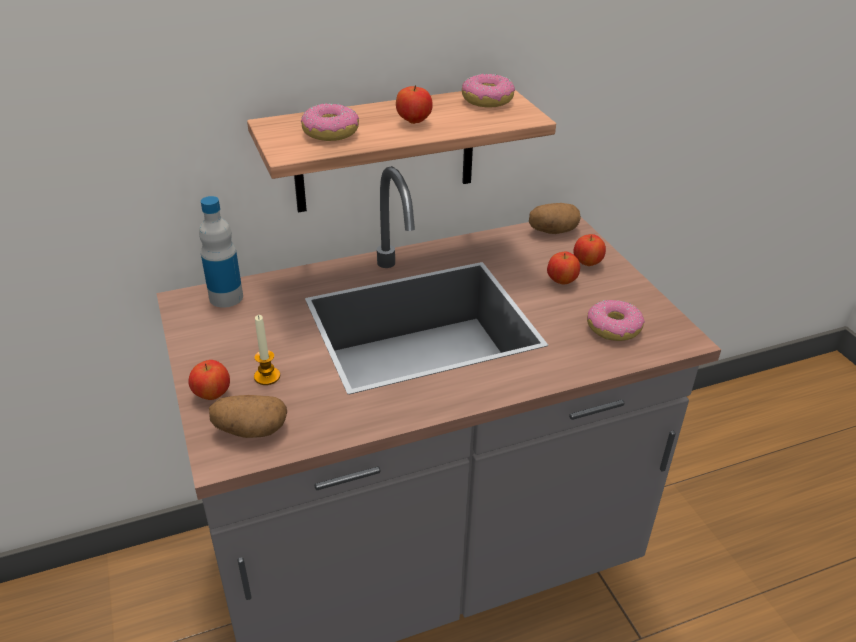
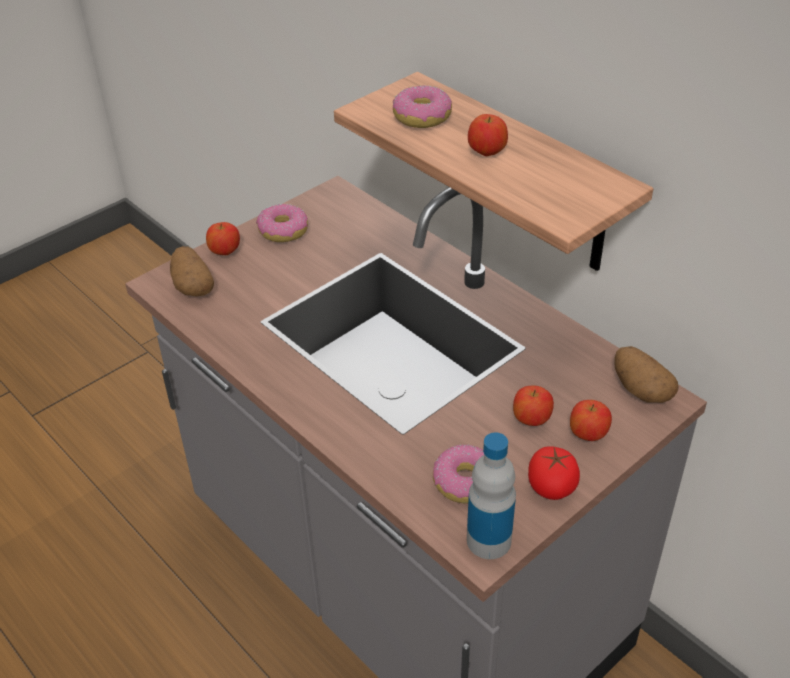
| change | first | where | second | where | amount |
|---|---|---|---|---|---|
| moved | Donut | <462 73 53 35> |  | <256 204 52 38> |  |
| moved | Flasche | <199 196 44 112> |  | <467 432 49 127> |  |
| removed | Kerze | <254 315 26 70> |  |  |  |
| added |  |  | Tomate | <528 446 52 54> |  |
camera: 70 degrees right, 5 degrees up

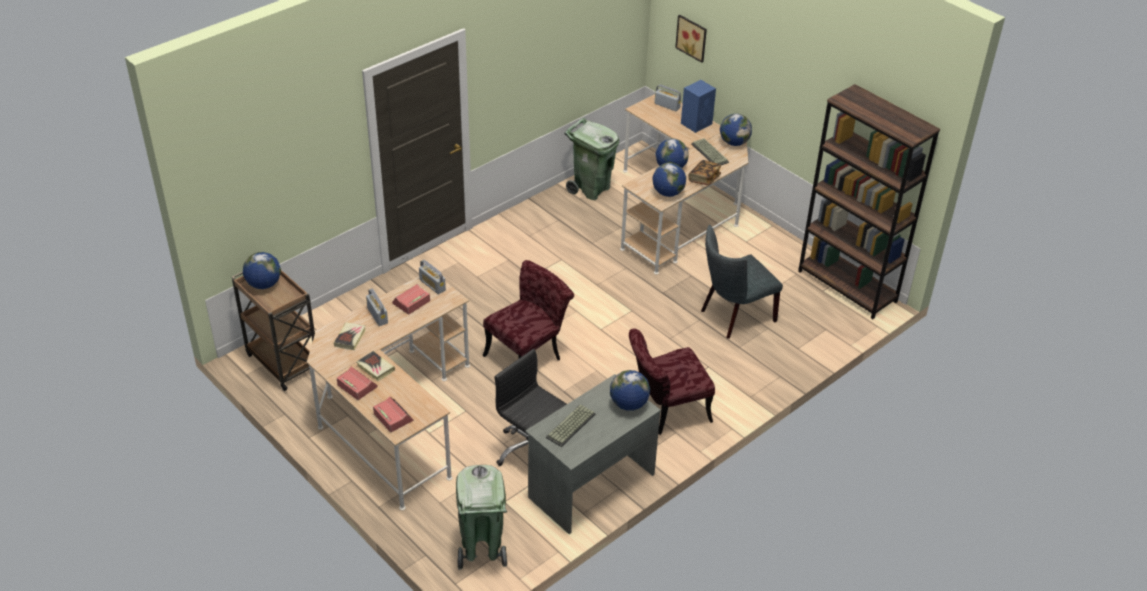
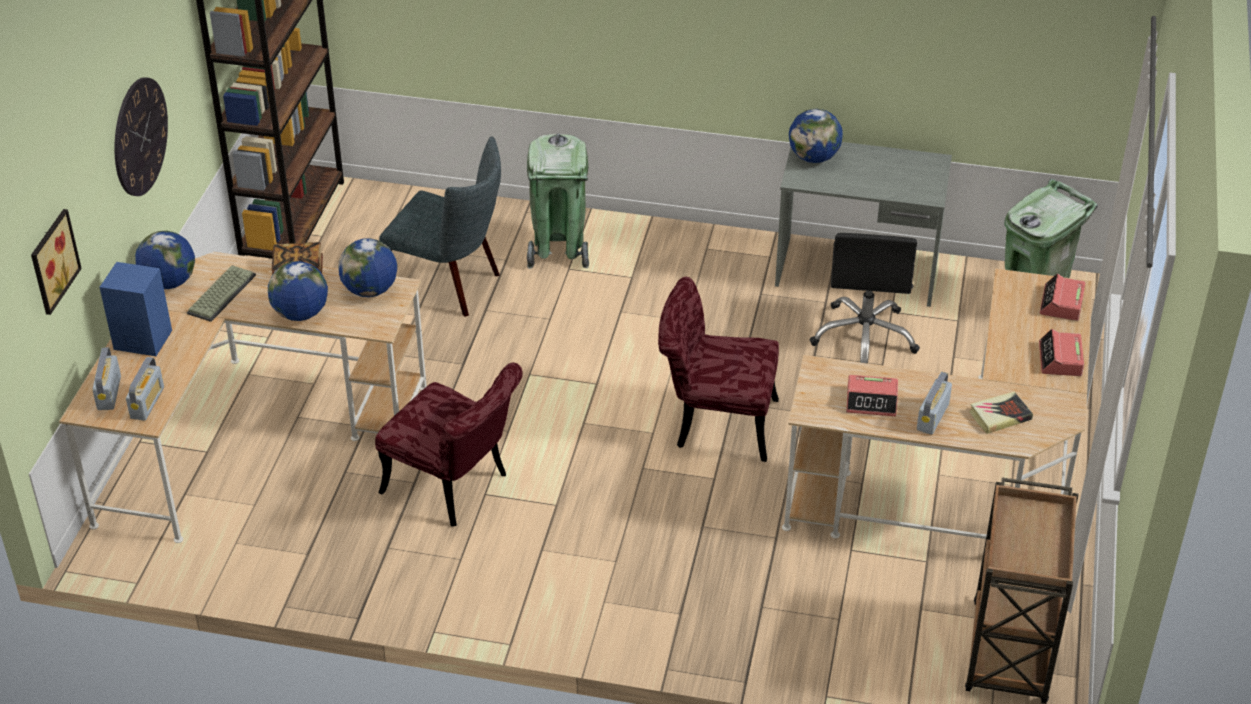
| change | first | where | second | where | amount |
|---|---|---|---|---|---|
| moved | Mülleimer [grün] | <564 118 55 82> |  | <527 133 62 136> |  |
| removed | Globus | <243 252 38 37> |  |  |  |
| moved | Radio | <419 260 27 34> |  | <126 357 38 64> |  |
| moved | Stuhl [rot] | <629 328 86 107> |  | <375 362 148 165> |  |
| removed | Buch | <357 351 38 30> |  |  |  |
| removed | Tastatur | <546 404 50 43> |  |  |  |
| added |  |  | Wanduhr | <114 77 54 119> |  |
camera: 125 degrees left, 0 degrees up

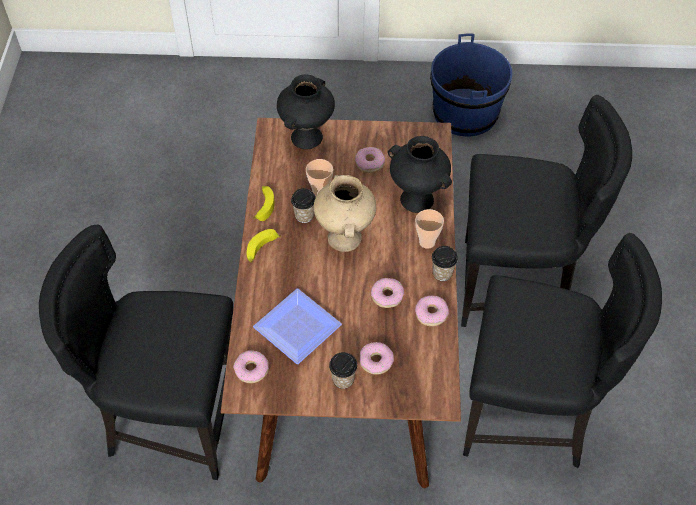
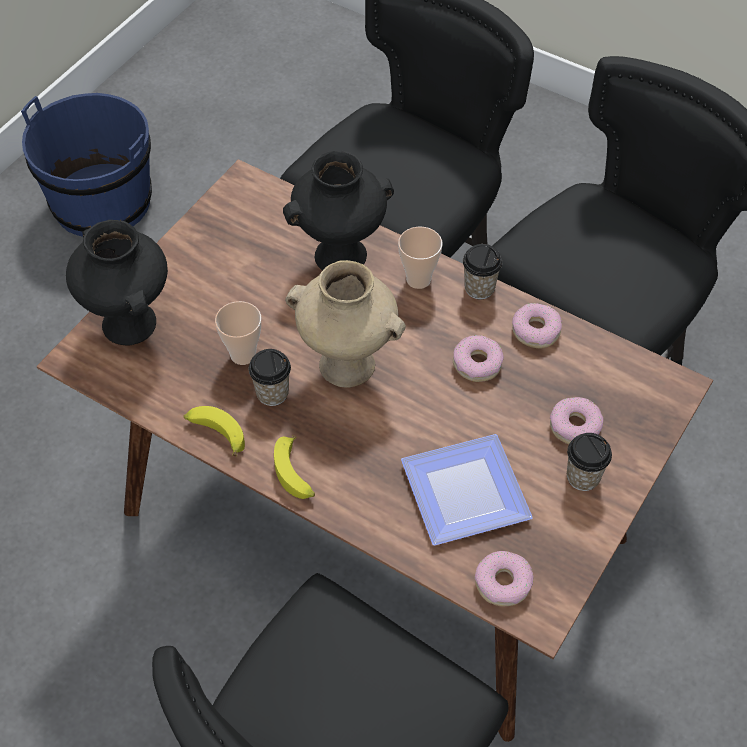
| change | first | where | second | where | amount |
|---|---|---|---|---|---|
| removed | Donut | <355 147 30 26> |  |  |  |
camera: 60 degrees left, 0 degrees up

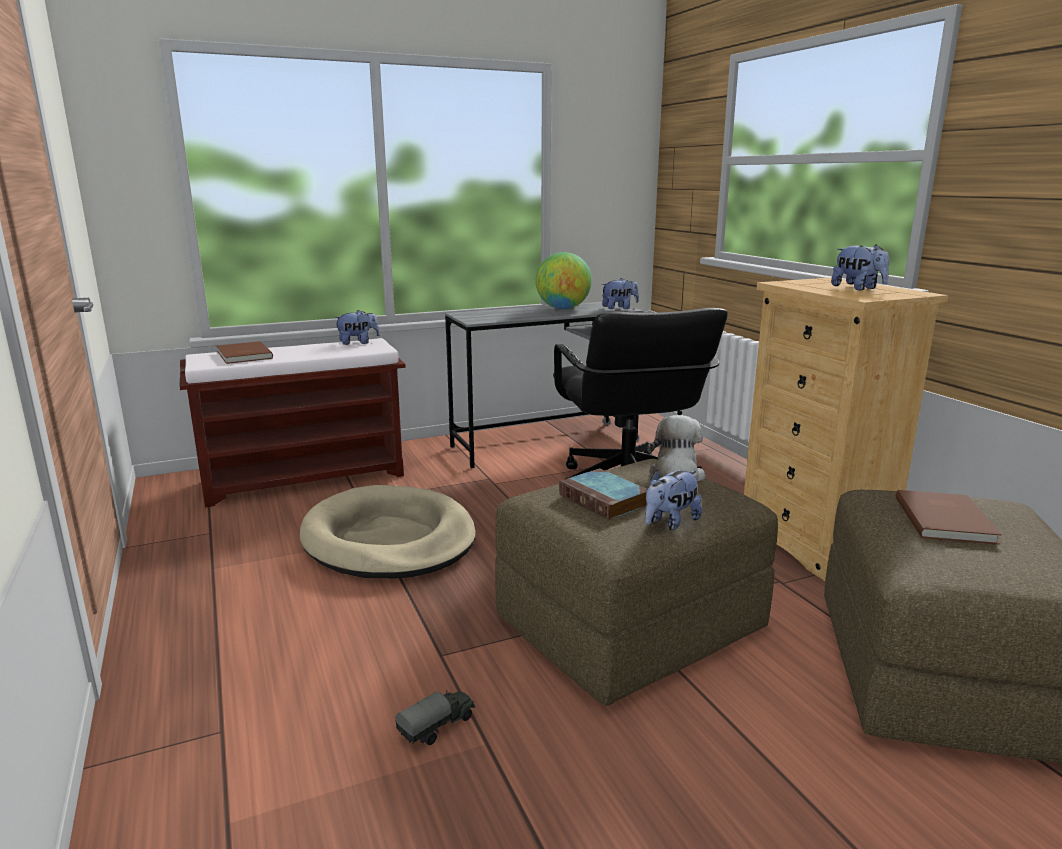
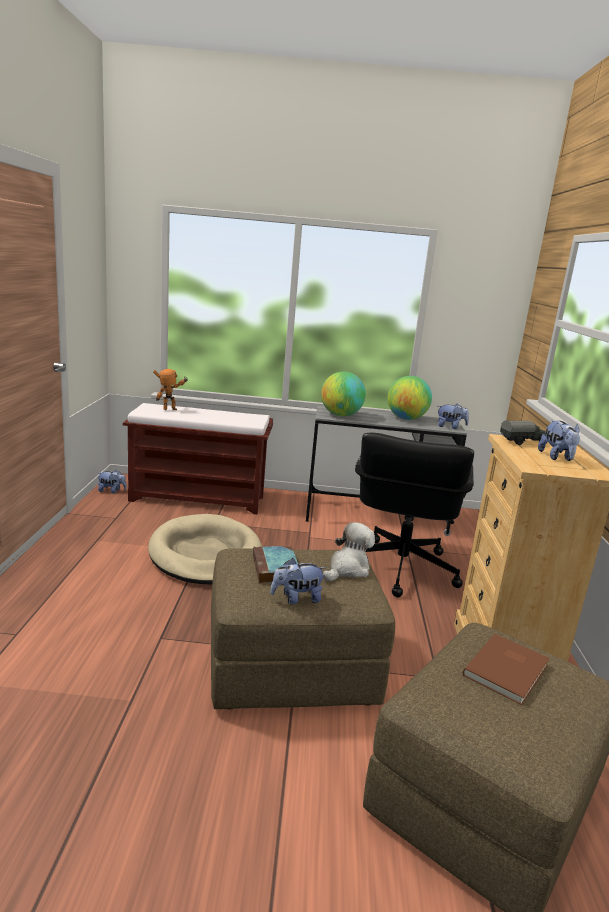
| change | first | where | second | where | amount |
|---|---|---|---|---|---|
| moved | Plüschtier | <334 310 46 35> |  | <98 470 29 24> |  |
| replaced | Buch [braun] | <217 341 56 23> | Spielzeugroboter | <153 369 35 41> |  |
| moved | Spielzeuglaster | <396 690 79 55> |  | <500 421 46 24> |  |
| added |  |  | Globus | <321 372 45 45> |  |
camera: 25 degrees right, 0 degrees up

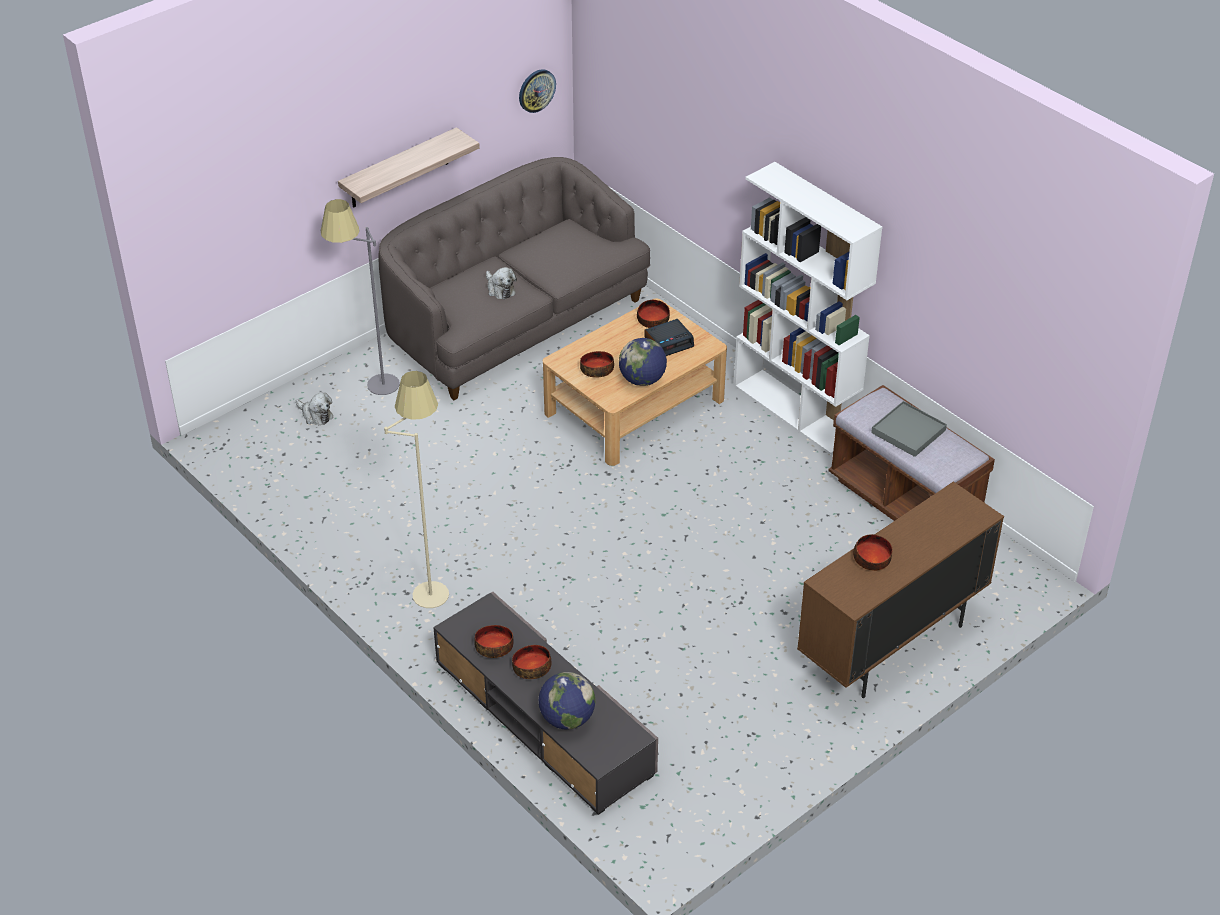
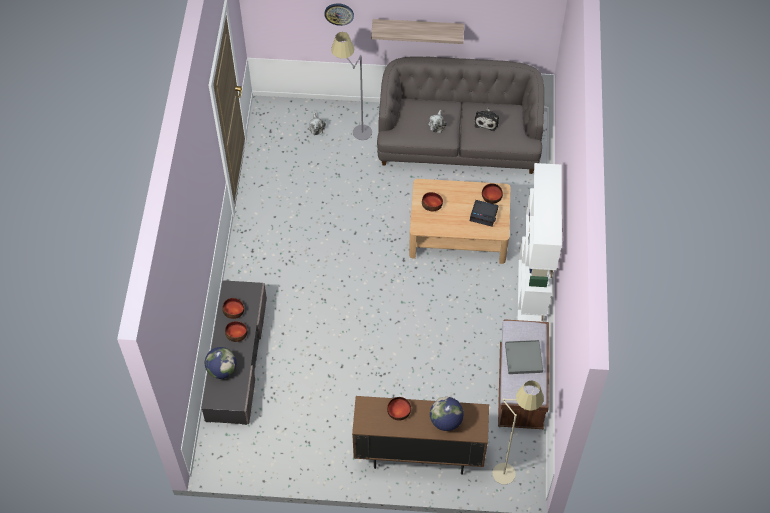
| change | first | where | second | where | amount |
|---|---|---|---|---|---|
| moved | Wanduhr | <519 69 37 44> |  | <324 3 30 23> |  |
| moved | Globus | <619 338 48 48> |  | <430 397 34 34> |  |
| moved | Stehlampe [beige] | <384 371 65 237> |  | <492 380 52 105> |  |
| added |  |  | Plüschtier | <475 108 24 23> |  |
camera: 45 degrees right, 15 degrees up

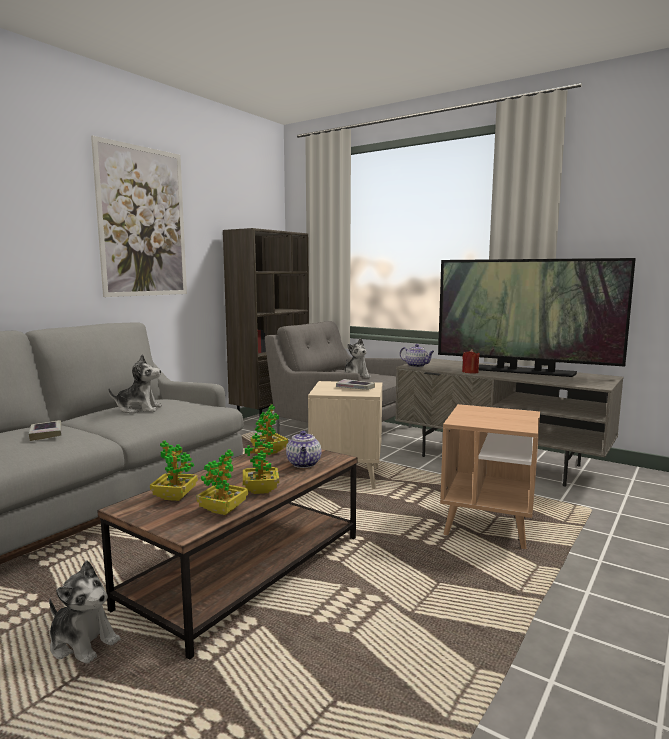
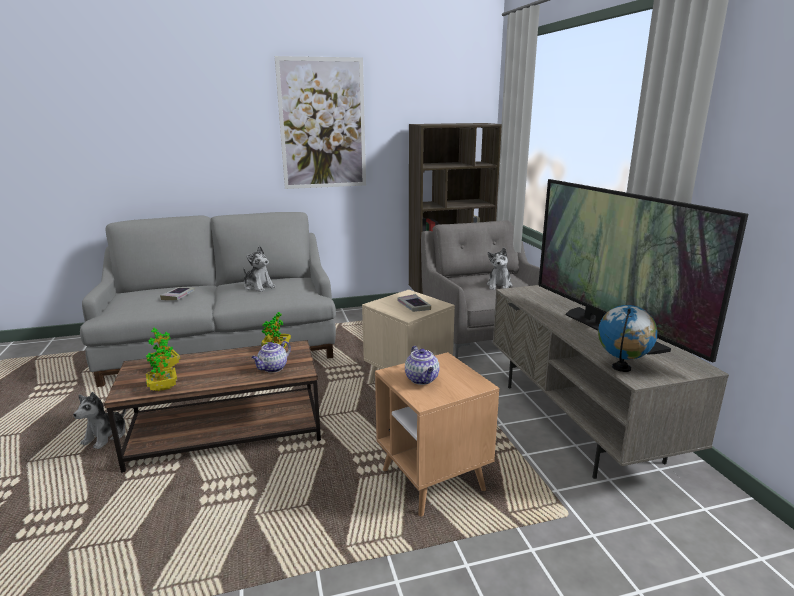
| change | first | where | second | where | amount |
|---|---|---|---|---|---|
| moved | Teekanne | <400 344 35 23> |  | <405 346 35 39> |  |
| removed | Kerze [rot] | <462 349 18 24> |  |  |  |
| removed | Topfpflanze | <243 433 36 61> |  |  |  |
| turned | Plüschtier | <49 560 72 104> |  | <73 392 53 57> | 45 degrees clockwise |
| added |  |  | Globus | <598 305 59 67> |  |
camera: 40 degrees right, 10 degrees up

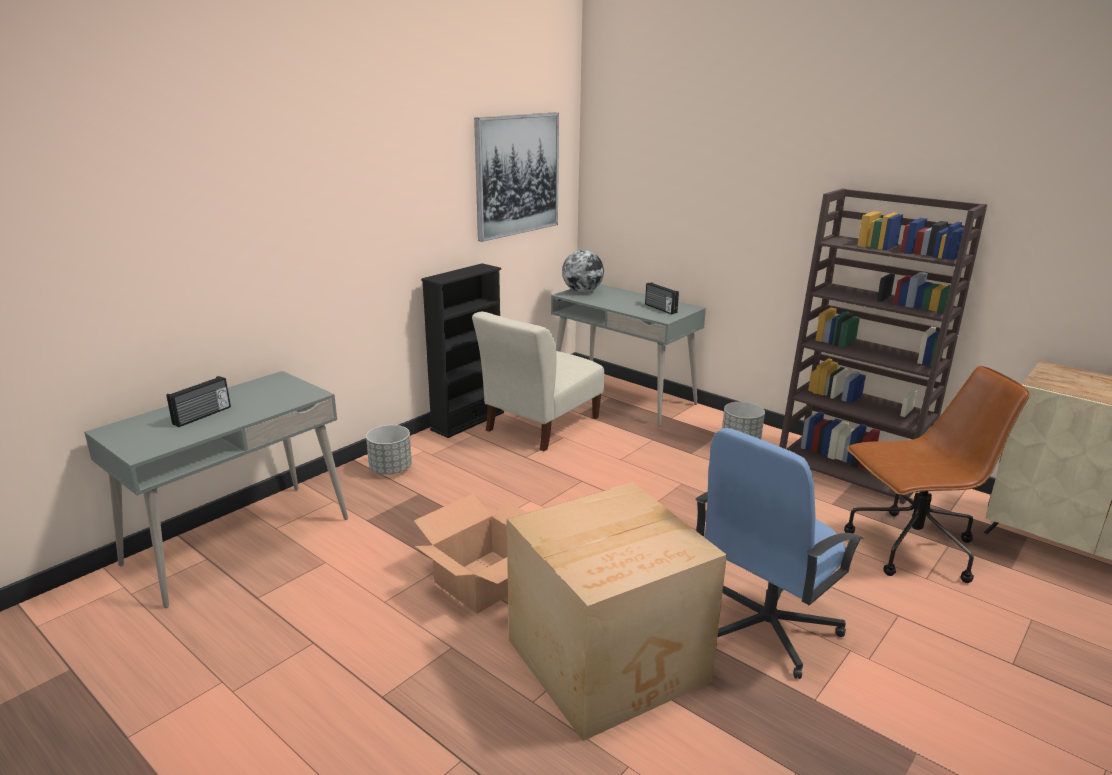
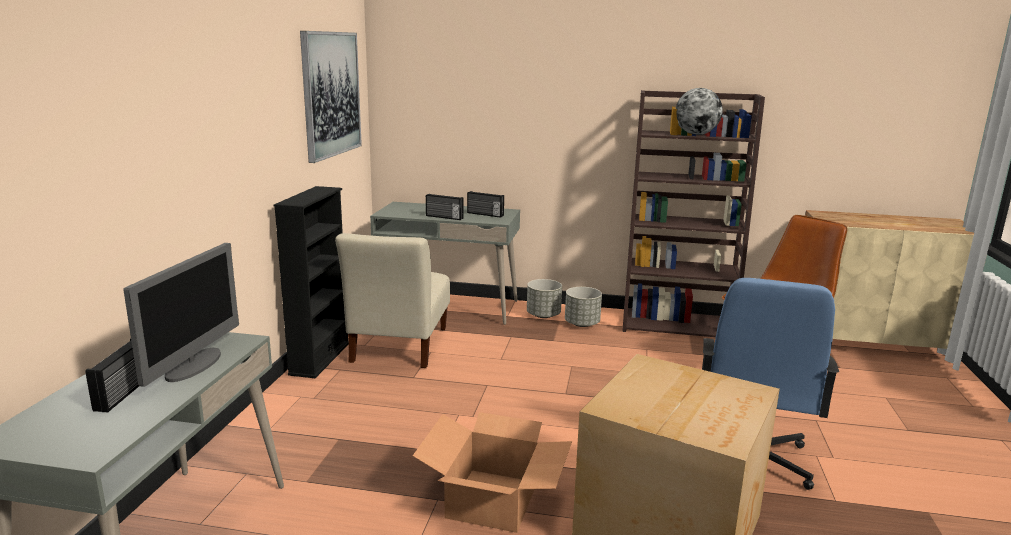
| change | first | where | second | where | amount |
|---|---|---|---|---|---|
| moved | Globus | <562 250 42 43> |  | <676 88 47 47> |  |
| moved | Pflanzkübel [grau] | <366 425 46 50> |  | <527 279 35 39> |  |
| added |  |  | Radio | <426 194 38 26> |  |
| added |  |  | Monitor | <123 243 116 144> |  |
camera: 30 degrees left, 5 degrees down

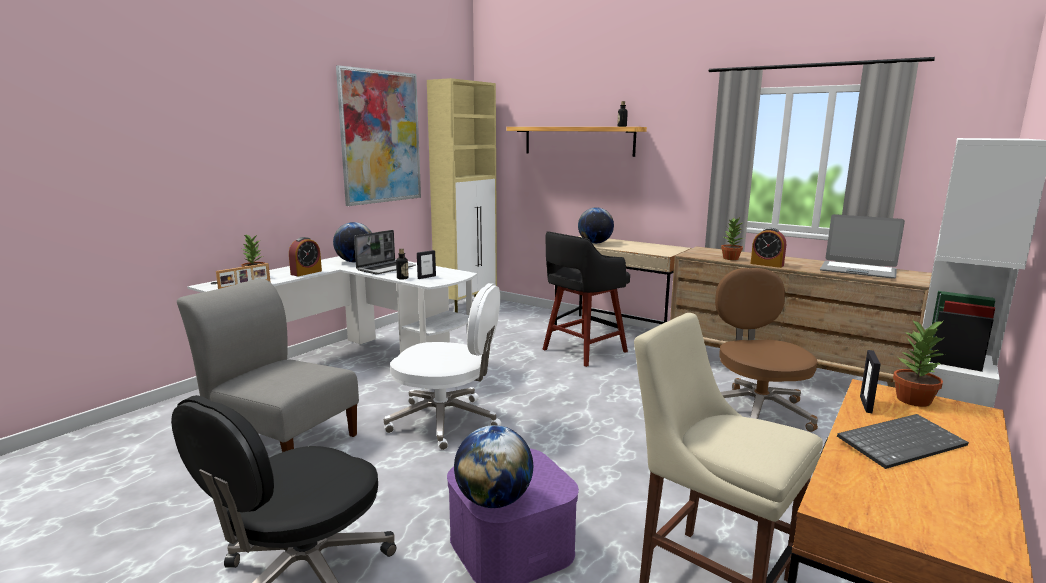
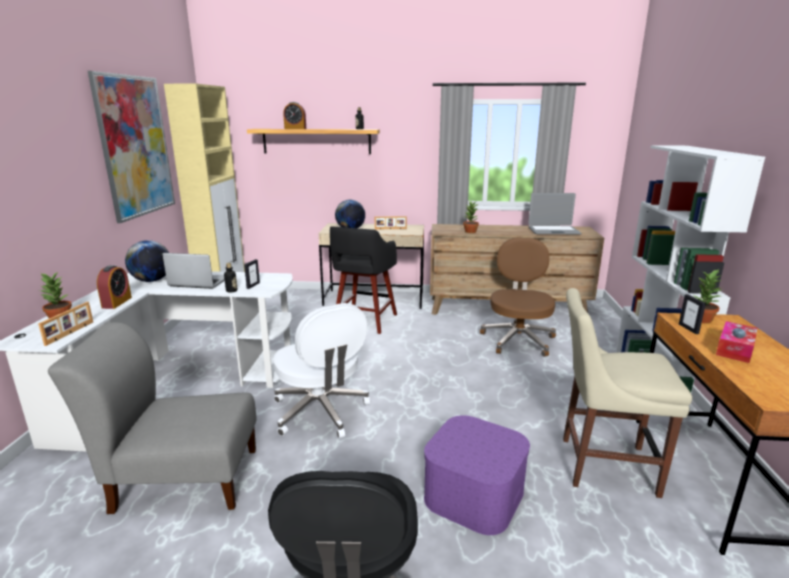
| change | first | where | second | where | amount |
|---|---|---|---|---|---|
| moved | Wecker | <751 228 35 40> |  | <283 102 23 27> |  |
| turned | Laptop | <354 230 62 44> |  | <162 253 63 36> | 90 degrees counterclockwise |
| turned | Bürostuhl [braun] | <715 268 103 164> |  | <480 237 76 120> | 45 degrees clockwise |
| turned | Bürostuhl [weiß] | <384 283 117 167> |  | <273 303 97 135> | 75 degrees clockwise |
| replaced | Tastatur | <837 414 132 55> | Taschentuchbox | <716 321 42 42> |  |
| removed | Globus | <454 425 79 83> |  |  |  |
| added |  |  | Bilderrahmen | <375 216 32 13> |  |
camera: 30 degrees left, 5 degrees up

